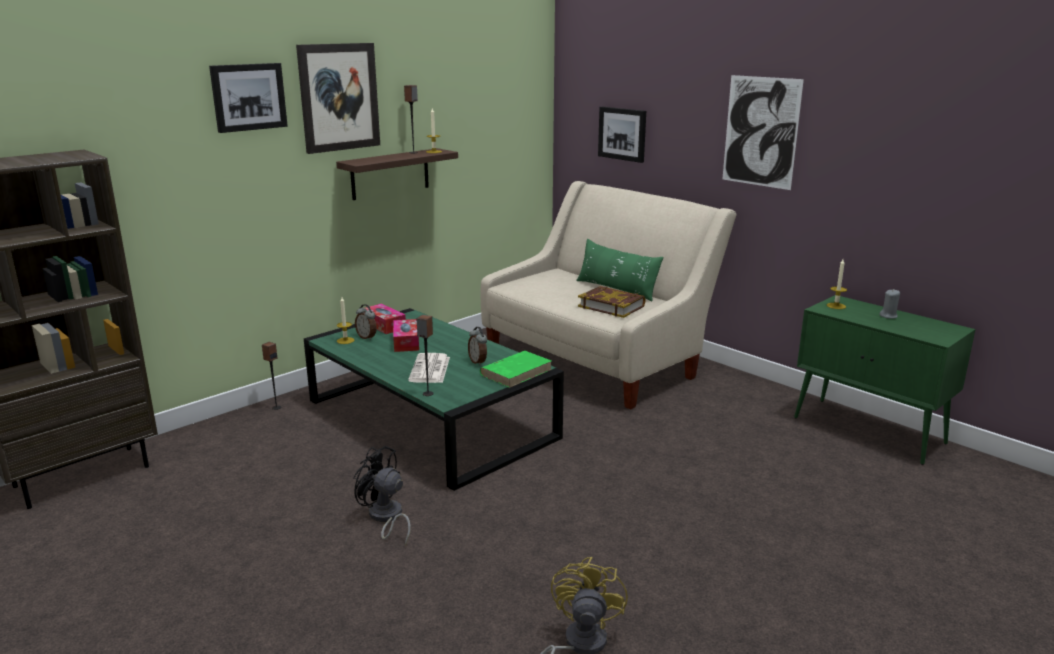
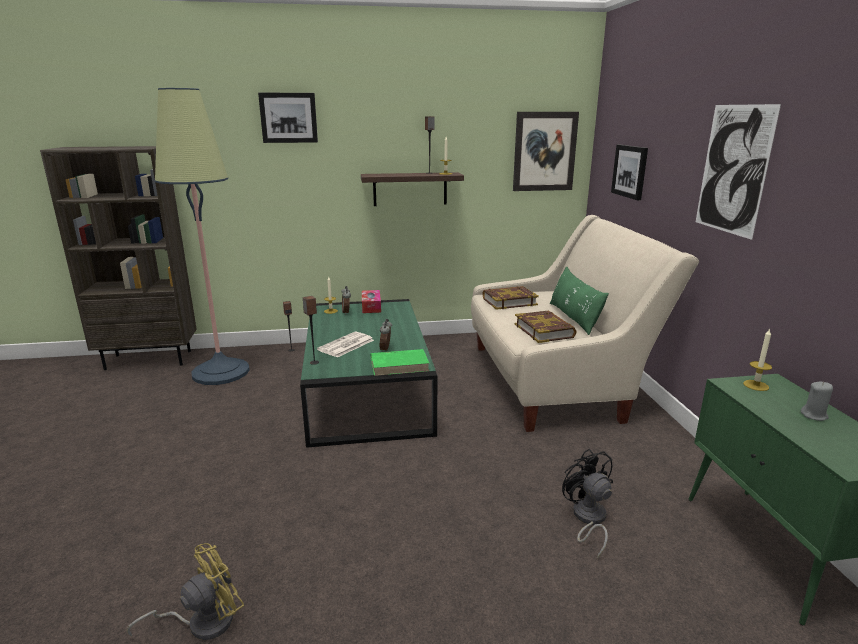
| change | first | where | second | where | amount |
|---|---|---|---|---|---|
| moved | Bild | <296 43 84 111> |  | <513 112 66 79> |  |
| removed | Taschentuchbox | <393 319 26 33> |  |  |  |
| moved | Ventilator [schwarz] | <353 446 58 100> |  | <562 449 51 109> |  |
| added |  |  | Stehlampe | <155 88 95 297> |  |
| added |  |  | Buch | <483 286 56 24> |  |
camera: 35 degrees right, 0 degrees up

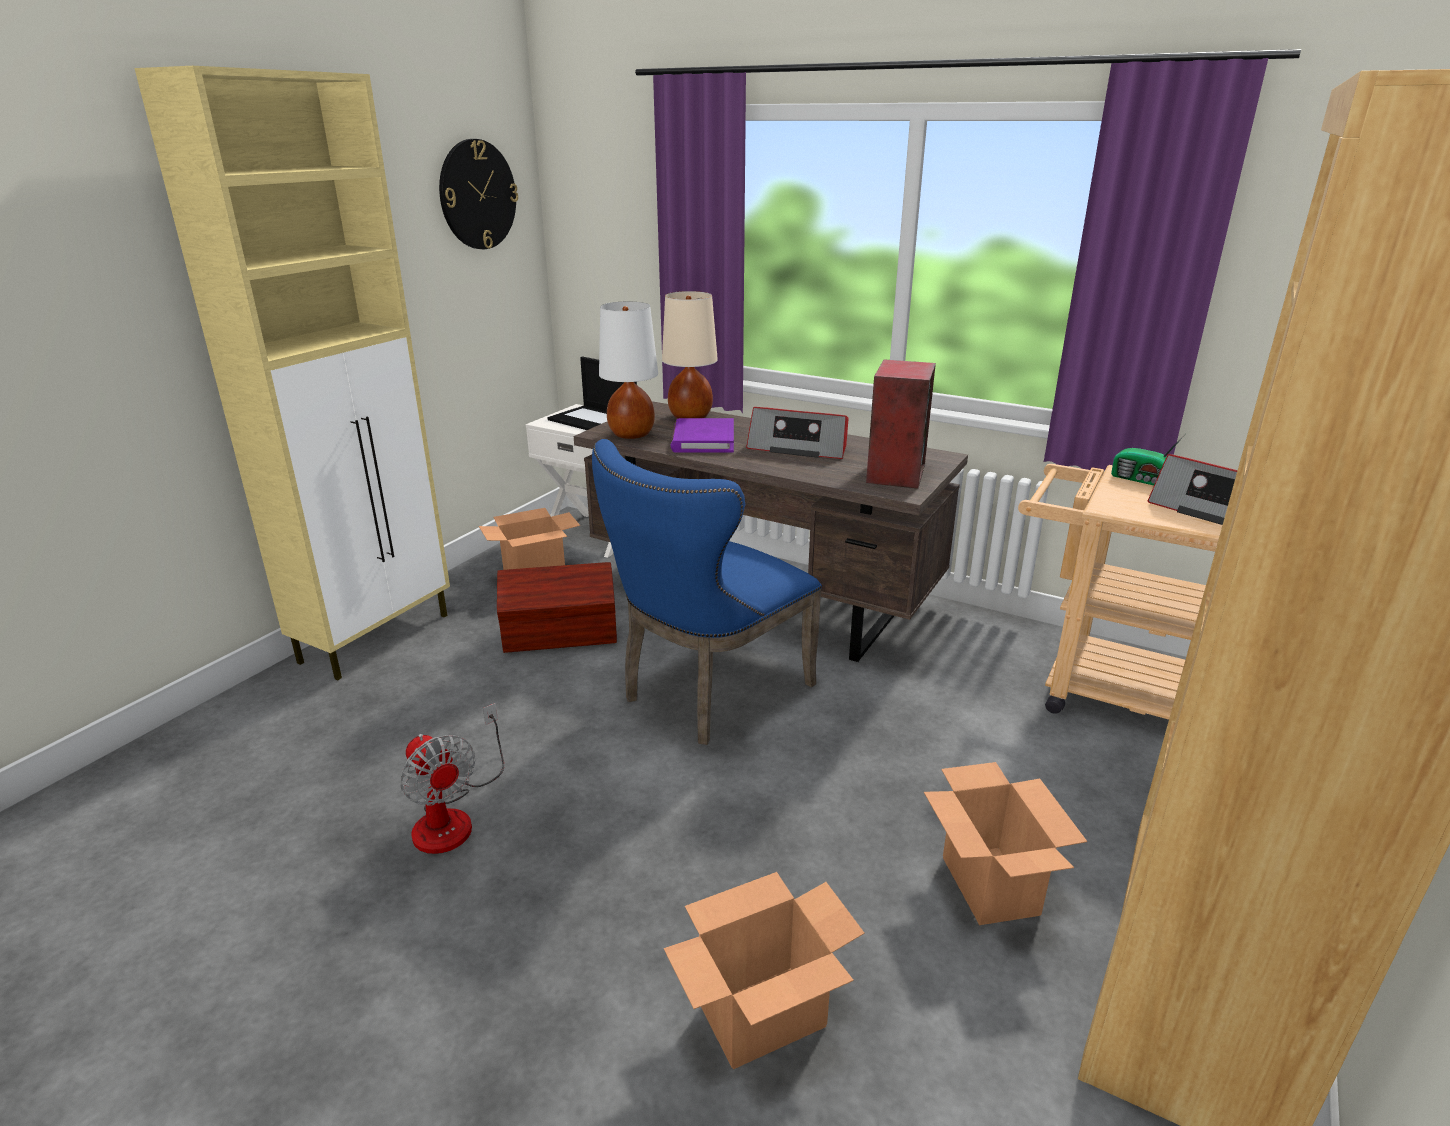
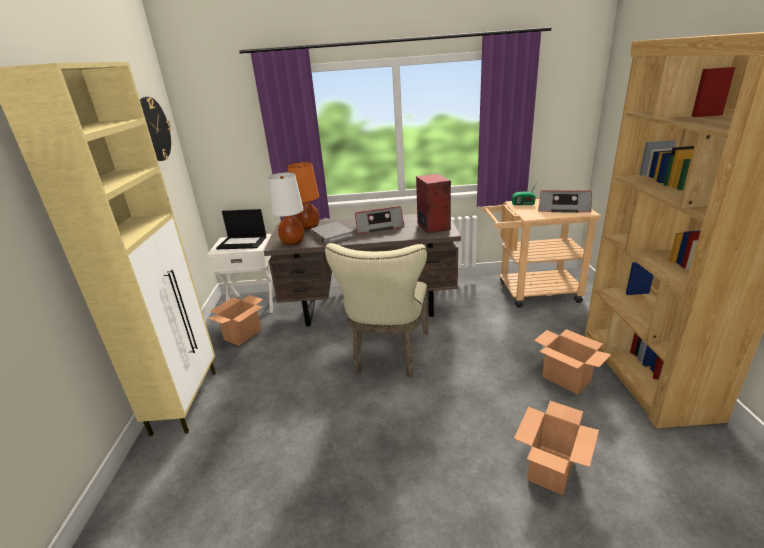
| change | first | where | second | where | amount |
|---|---|---|---|---|---|
| recoloured | Tischlampe [beige] | <662 291 56 128> | Tischlampe [orange] | <287 162 33 67> |  |
| recoloured | Buch [lila] | <671 418 63 35> | Buch [grau] | <310 222 44 23> |  |
| recoloured | Stuhl [blau] | <592 439 230 306> | Stuhl [beige] | <325 243 103 134> |  |
| removed | Aufbewahrungsbox [braun] | <497 562 120 91> |  |  |  |
| removed | Ventilator | <400 703 104 151> |  |  |  |
camera: 30 degrees left, 0 degrees up

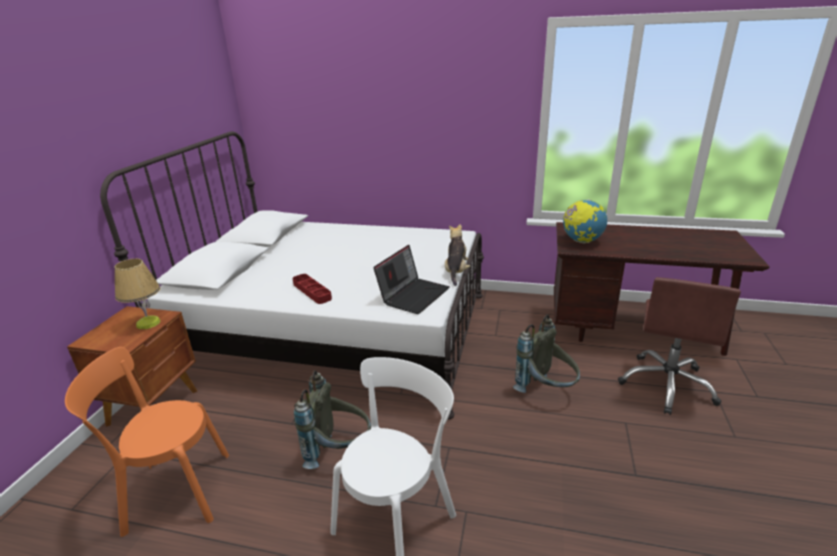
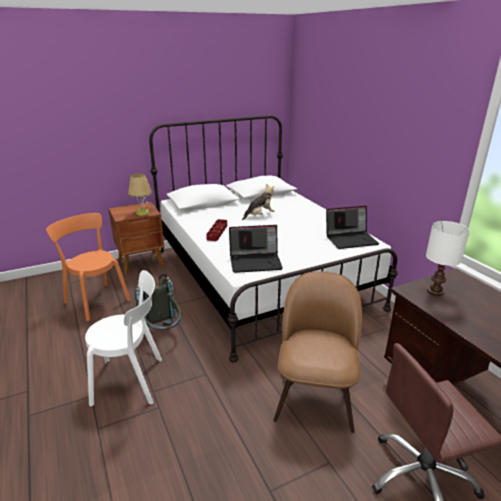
| change | first | where | second | where | amount |
|---|---|---|---|---|---|
| replaced | Globus | <563 199 44 44> | Tischlampe [weiß] | <426 221 44 75> |  |
| moved | Plüschtier | <445 224 25 62> |  | <242 184 33 37> |  |
| replaced | Rucksack [grau] | <513 315 67 78> | Stuhl [braun] | <273 271 89 162> |  |
| added |  |  | Laptop | <326 206 53 43> |  |
camera: 50 degrees right, 0 degrees up

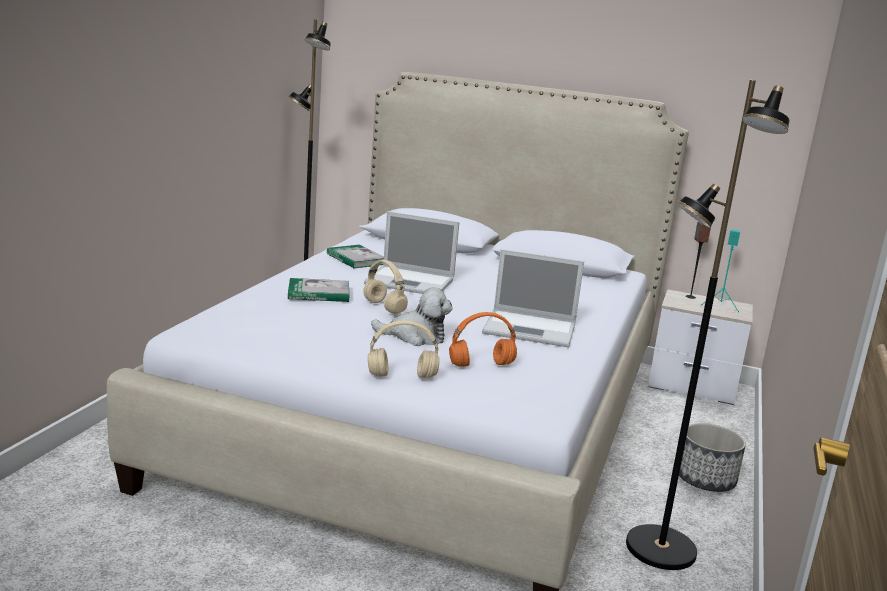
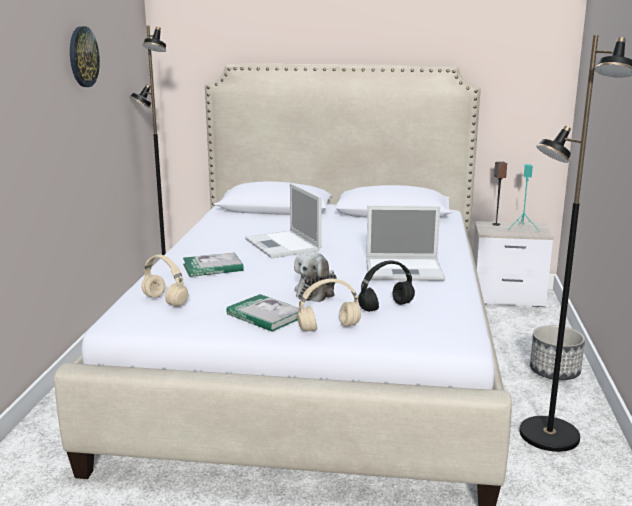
| change | first | where | second | where | amount |
|---|---|---|---|---|---|
| turned | Laptop | <364 211 95 83> |  | <245 183 77 75> | 60 degrees clockwise |
| moved | Buch | <327 245 57 24> |  | <226 294 73 38> |  |
| moved | Kopfhörer [beige] | <363 260 45 54> |  | <141 254 47 53> |  |
| turned | Plüschtier | <371 287 82 59> |  | <294 251 43 51> | 120 degrees clockwise |
| recoloured | Kopfhörer [orange] | <449 312 68 55> | Kopfhörer [schwarz] | <358 261 57 51> |  |
| added |  |  | Wanduhr | <70 26 30 61> |  |
camera: 10 degrees left, 0 degrees up

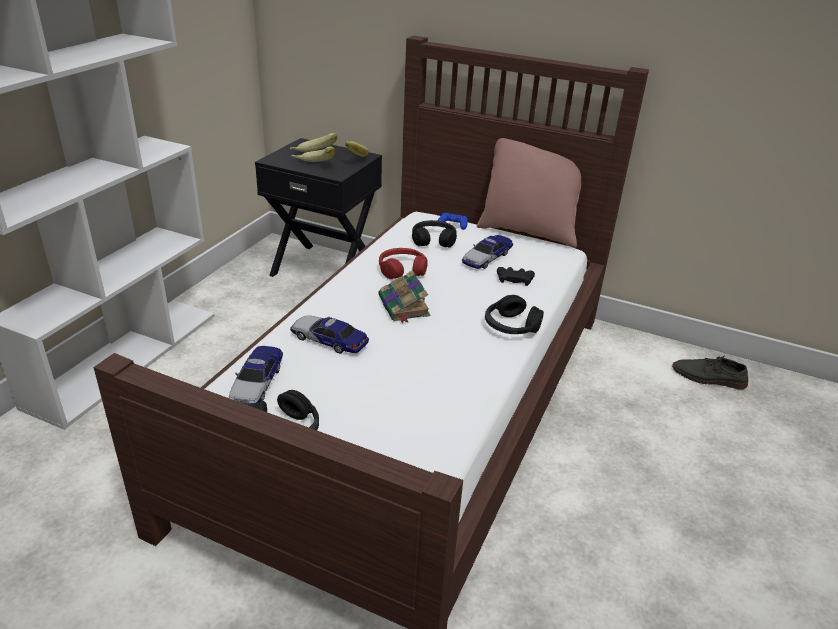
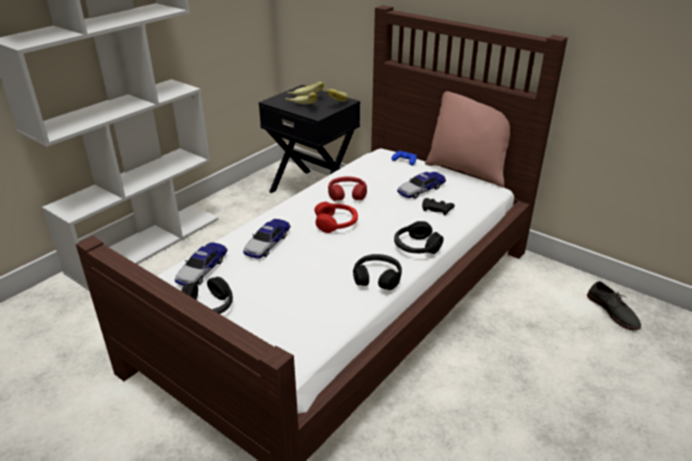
| change | first | where | second | where | amount |
|---|---|---|---|---|---|
| moved | Kopfhörer [schwarz] | <412 220 45 28> |  | <353 254 49 36> |  |
| replaced | Buch | <378 270 52 53> | Kopfhörer [rot] | <314 202 44 31> |  |
| turned | Spielzeugauto | <290 315 79 39> |  | <243 219 47 40> | 105 degrees counterclockwise |
| turned | Schuh [grau] | <672 356 76 34> |  | <587 281 54 50> | 150 degrees counterclockwise |
camera: 15 degrees right, 0 degrees up

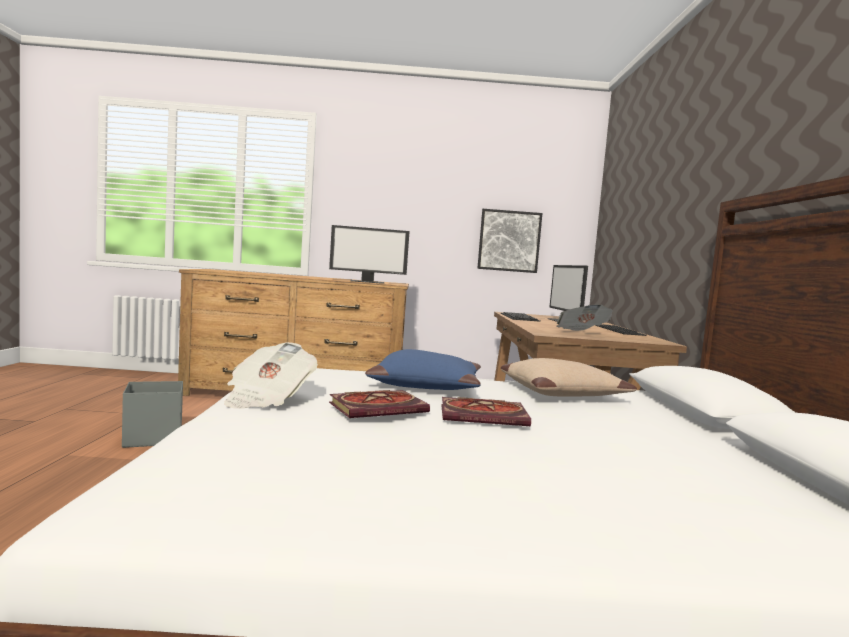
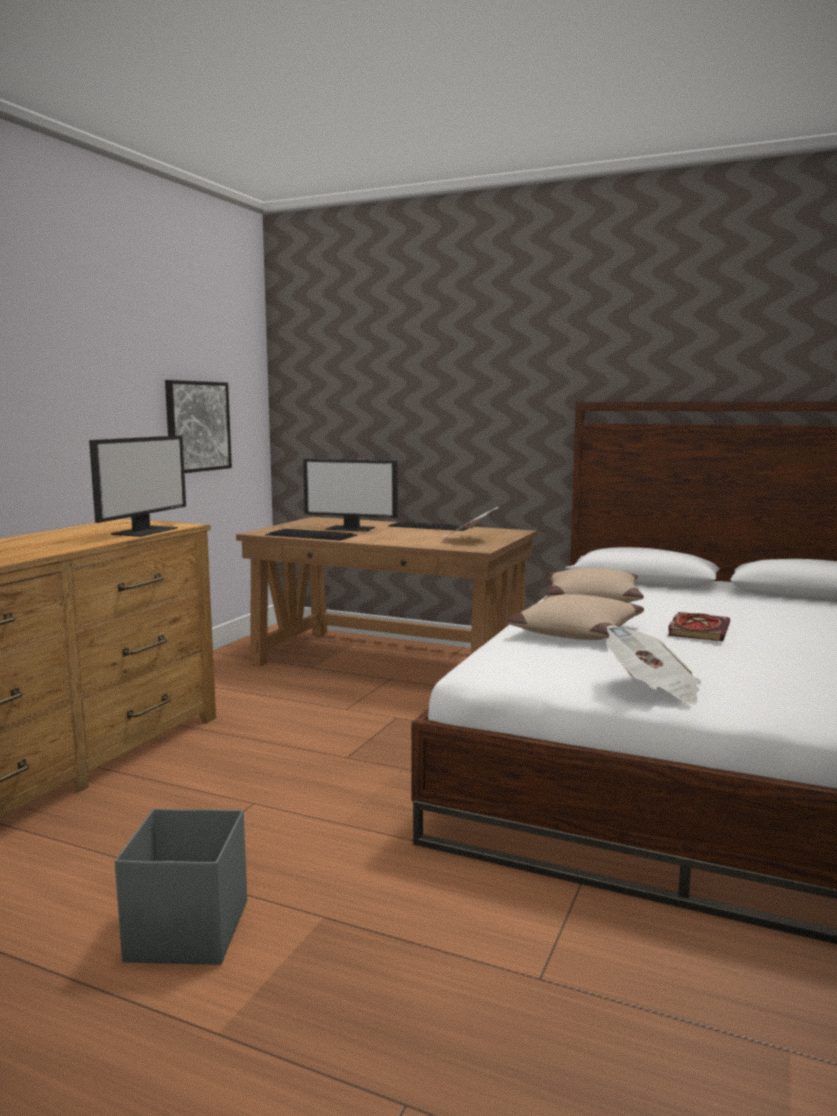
| change | first | where | second | where | amount |
|---|---|---|---|---|---|
| recoloured | Kissen [blau] | <365 349 116 41> | Kissen [beige] | <507 594 137 46> |  |
| removed | Buch | <329 390 101 28> |  |  |  |
camera: 65 degrees left, 5 degrees up

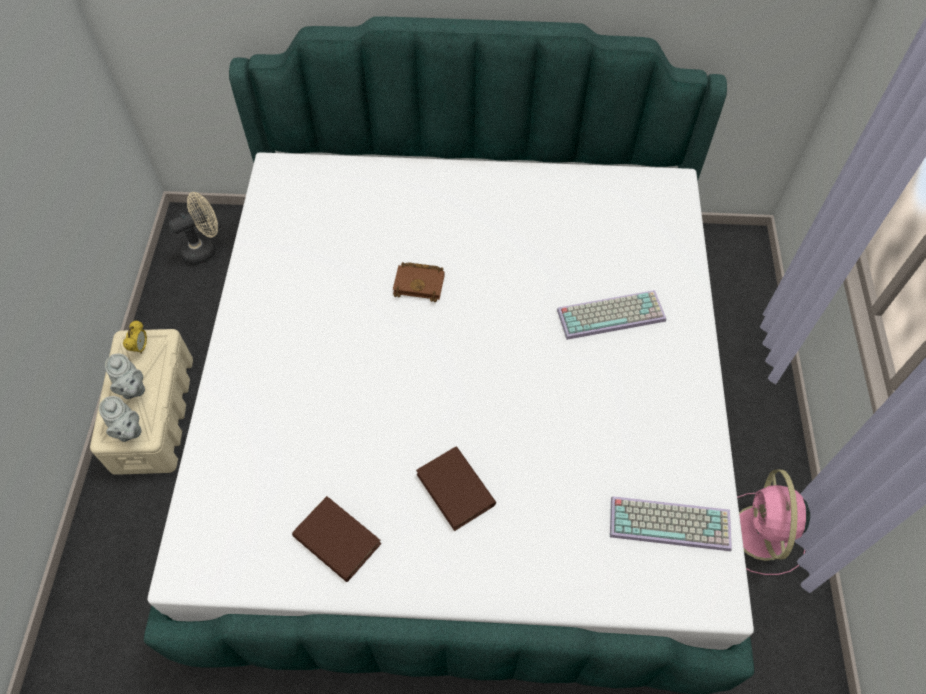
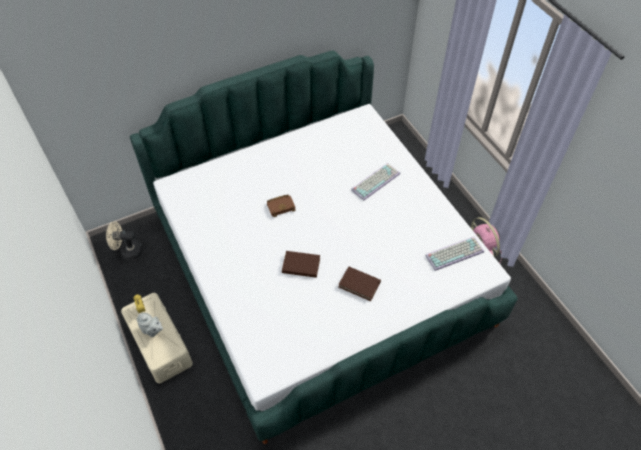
| change | first | where | second | where | amount |
|---|---|---|---|---|---|
| turned | Ventilator [beige] | <169 192 49 73> |  | <106 221 37 39> | 120 degrees counterclockwise |
| removed | Teekanne [grau] | <99 396 42 46> |  |  |  |
| moved | Buch [braun] | <292 496 89 86> |  | <282 251 38 27> |  |
camera: 30 degrees left, 5 degrees down

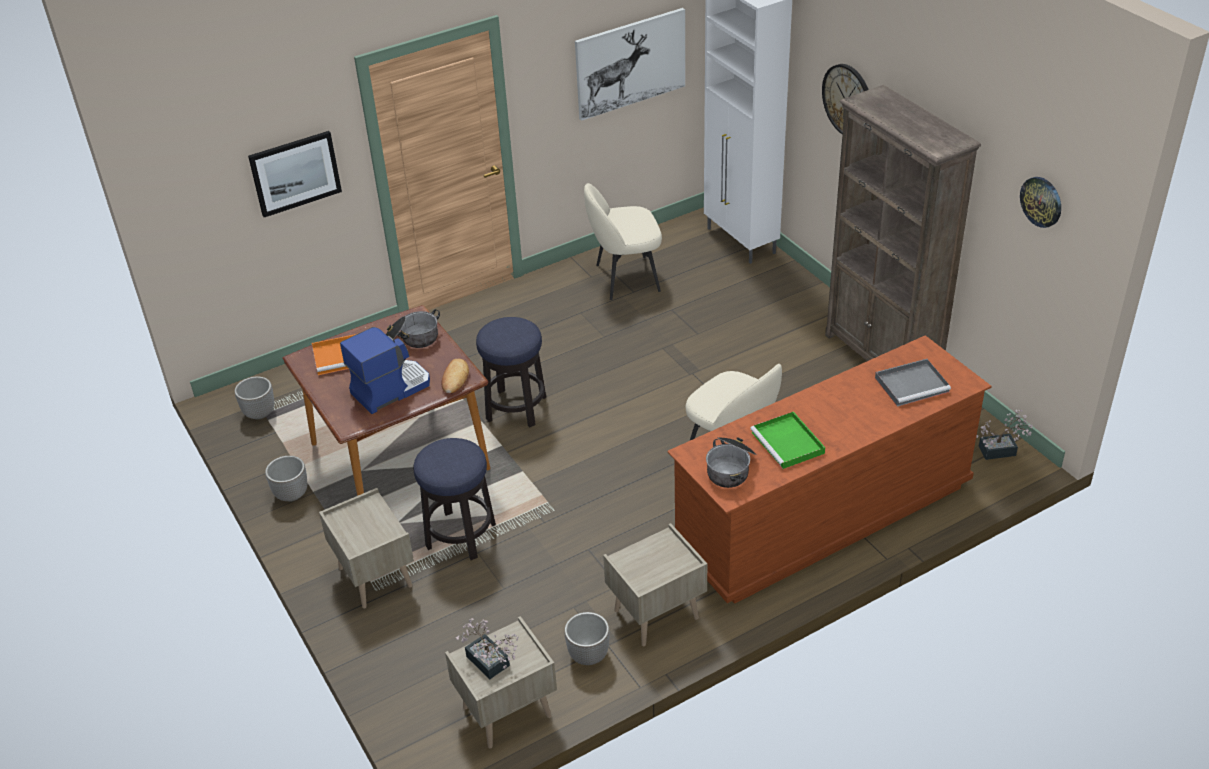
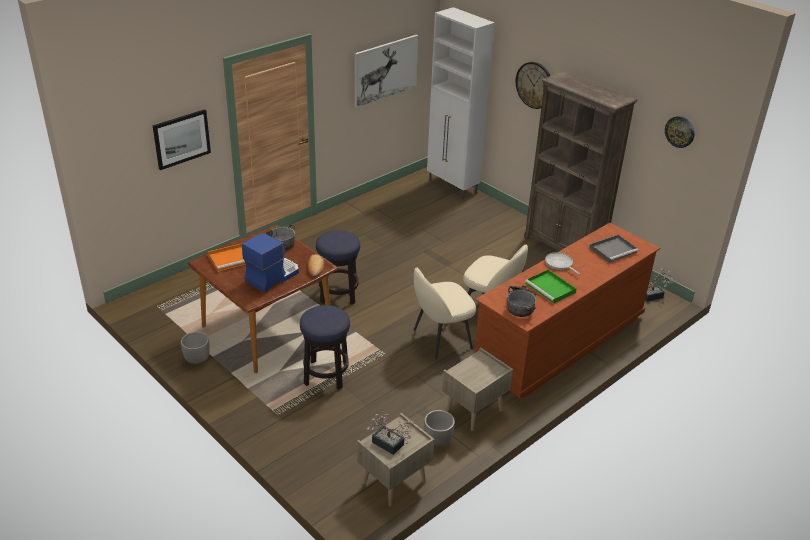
| change | first | where | second | where | amount |
|---|---|---|---|---|---|
| moved | Stuhl [beige] | <584 183 78 117> |  | <414 267 62 92> |  |
| removed | Pflanzkübel | <235 376 39 44> |  |  |  |
| removed | Nachttisch [beige] | <319 488 95 120> |  |  |  |
| added |  |  | Pfanne | <545 252 35 22> |  |
camera: 15 degrees left, 5 degrees down

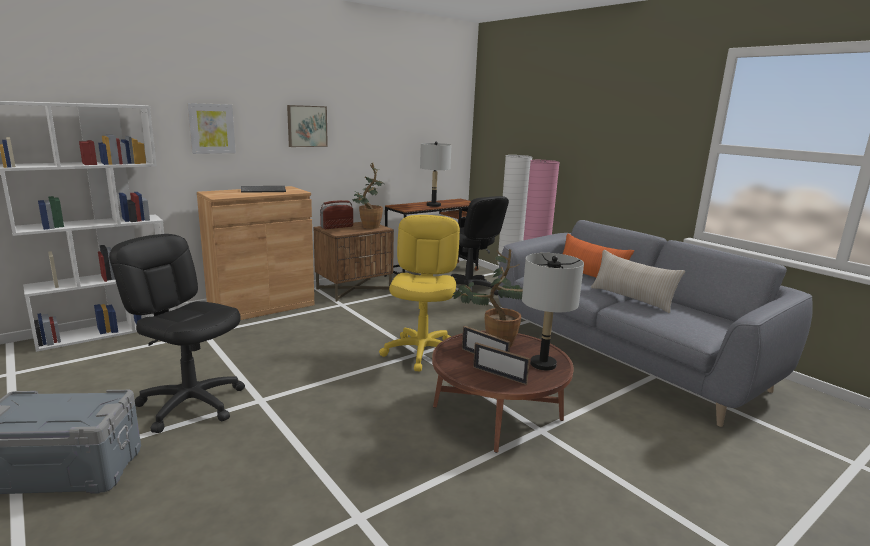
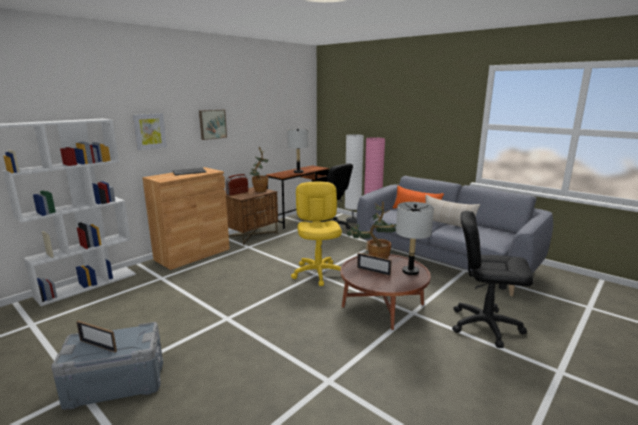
| change | first | where | second | where | amount |
|---|---|---|---|---|---|
| moved | Bürostuhl [schwarz] | <109 234 136 199> |  | <452 211 82 137> |  |
| moved | Bilderrahmen | <473 342 57 43> |  | <76 320 41 32> |  |
camera: 10 degrees left, 0 degrees up

